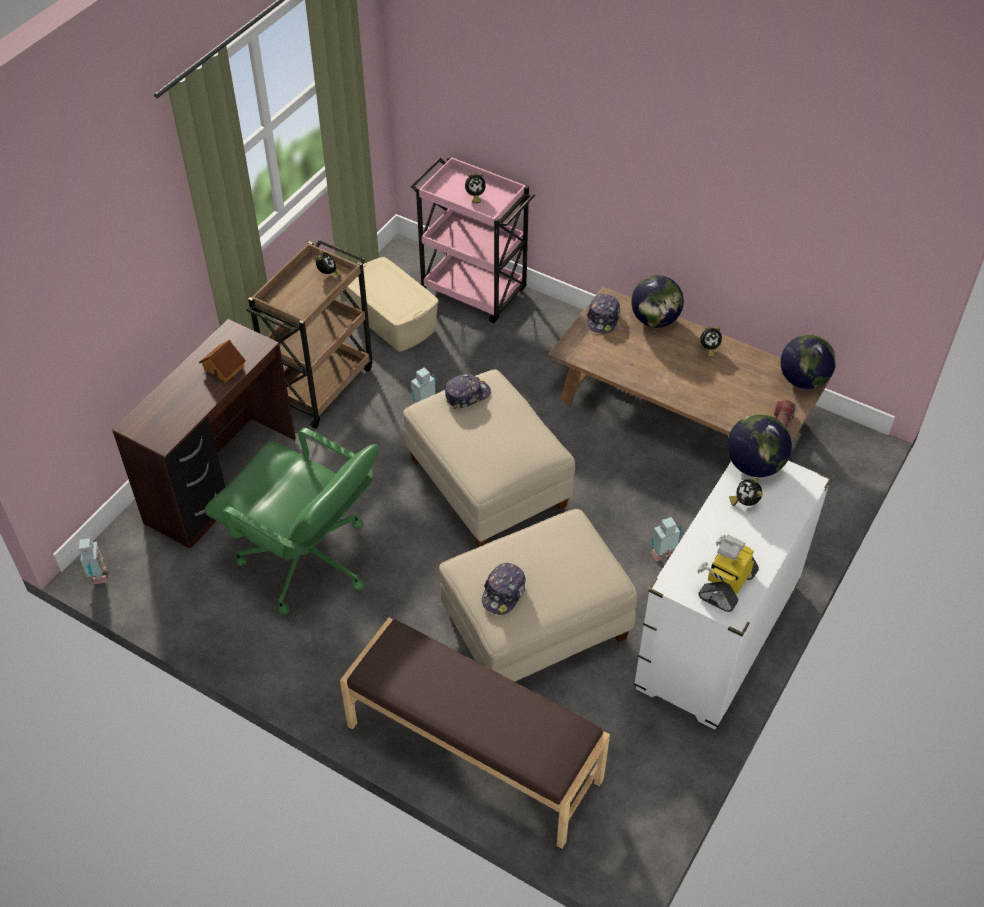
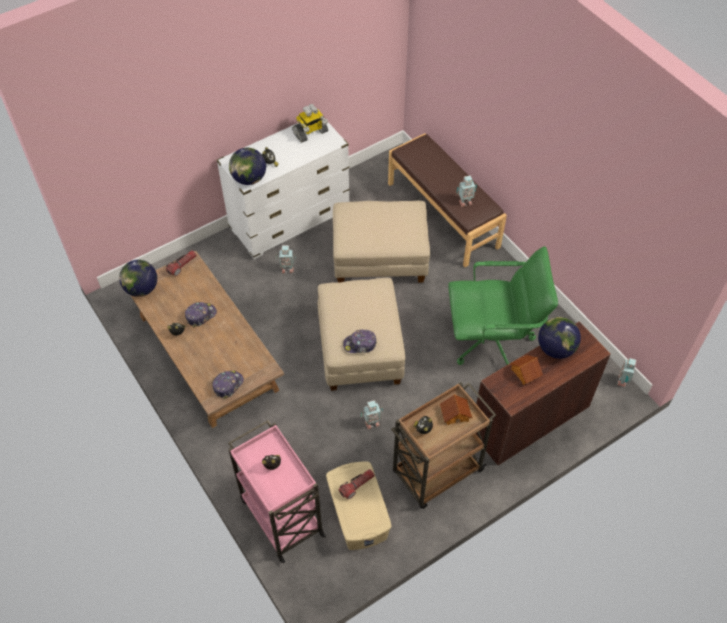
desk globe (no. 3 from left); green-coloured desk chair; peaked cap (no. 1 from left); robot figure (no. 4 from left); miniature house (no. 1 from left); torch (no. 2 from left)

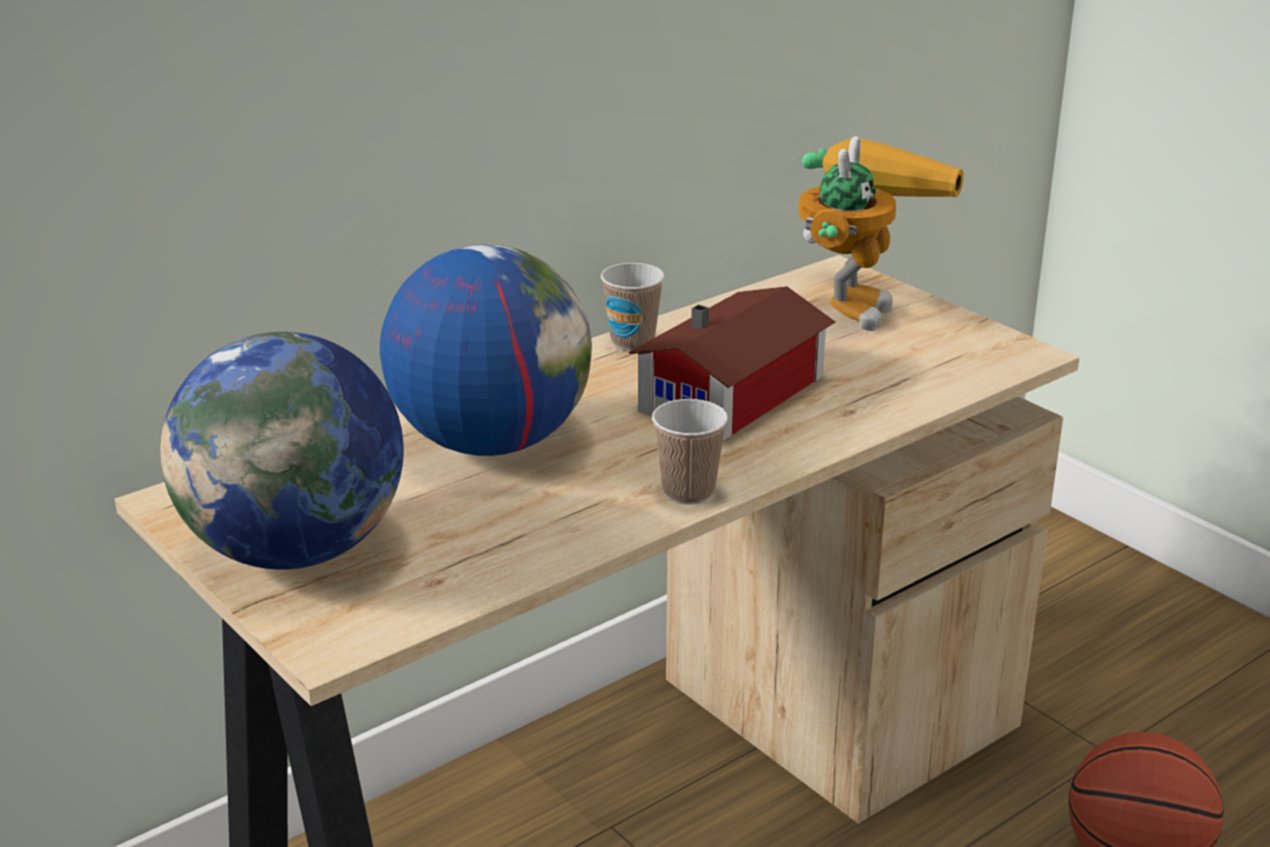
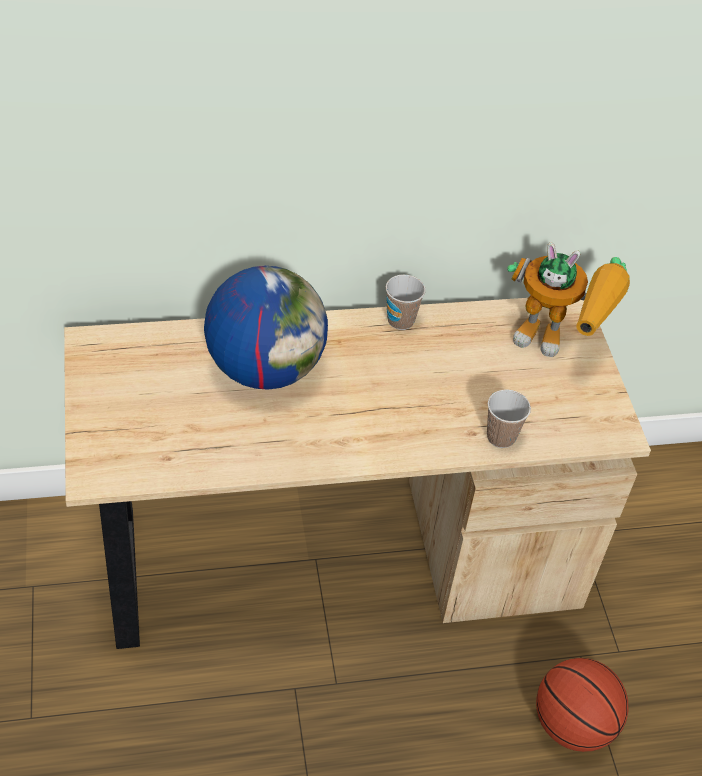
robot figure; miniature house; desk globe (no. 1 from left in the first image); small cup (no. 2 from left)

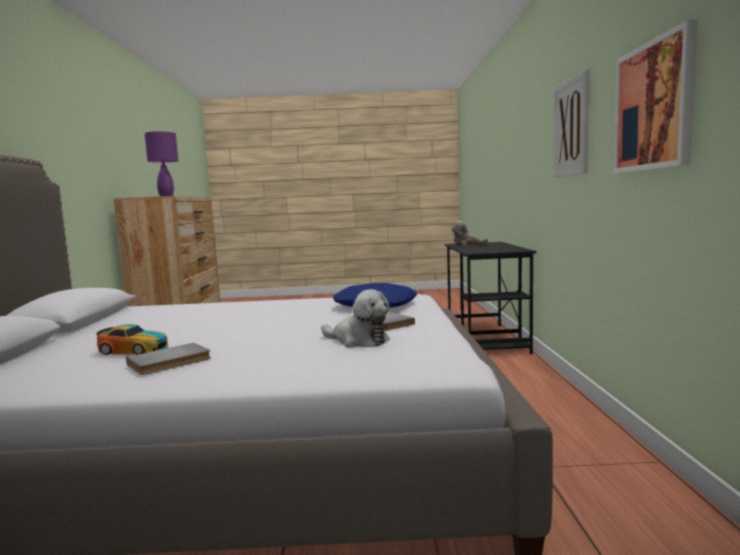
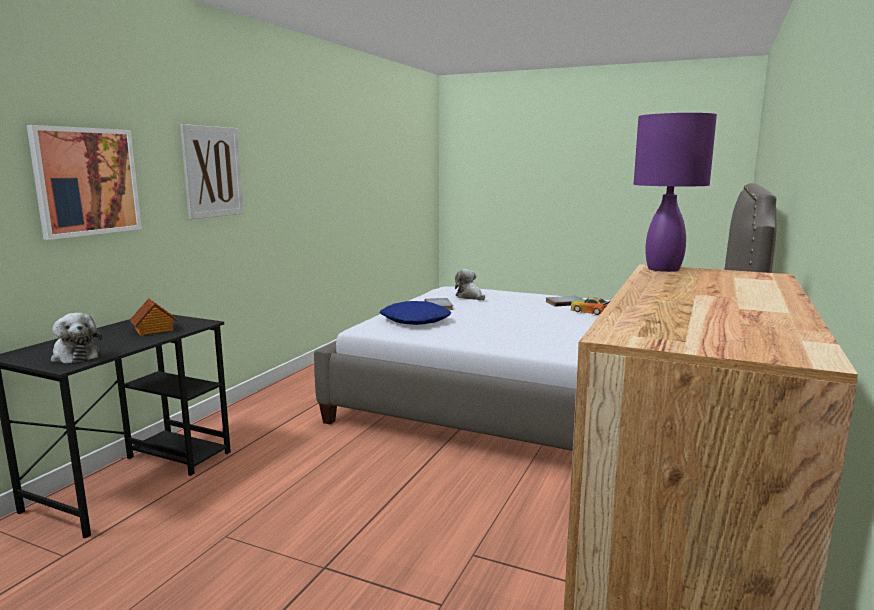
wall picture (no. 1 from left); miniature house

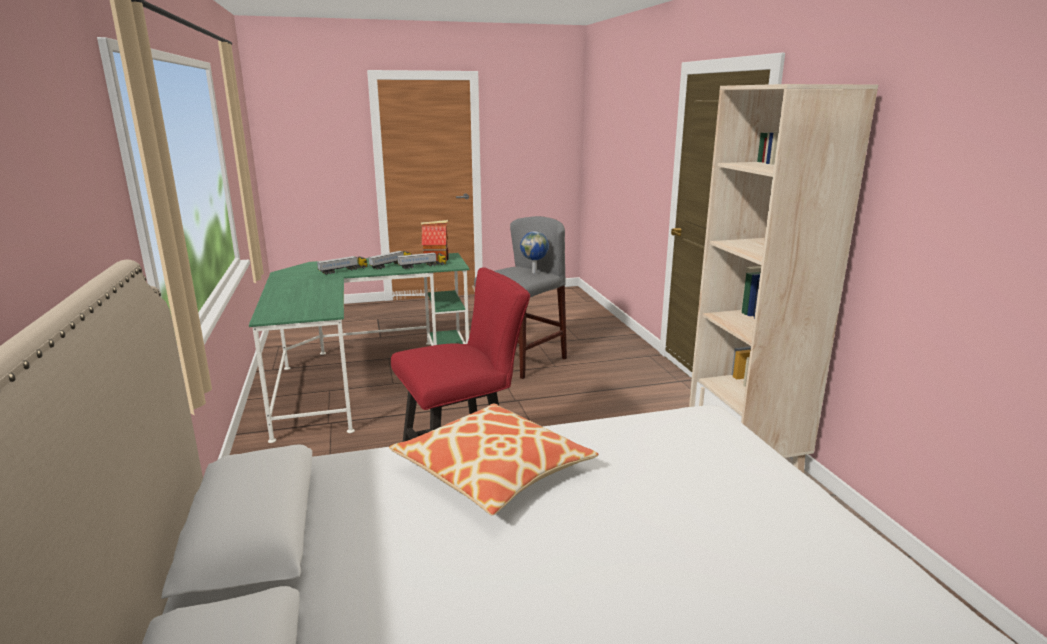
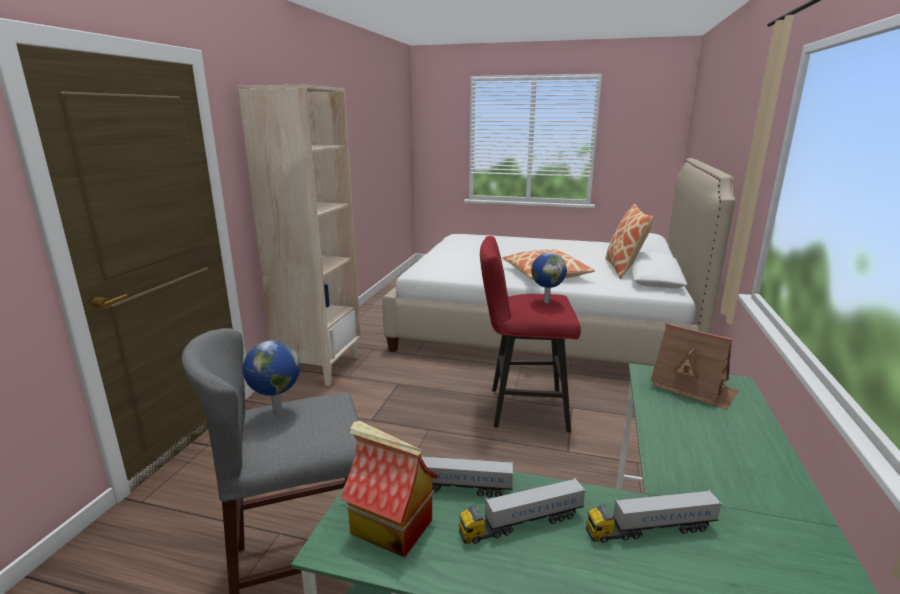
pillow (no. 2 from left); desk globe (no. 2 from left); miniature house (no. 2 from left)

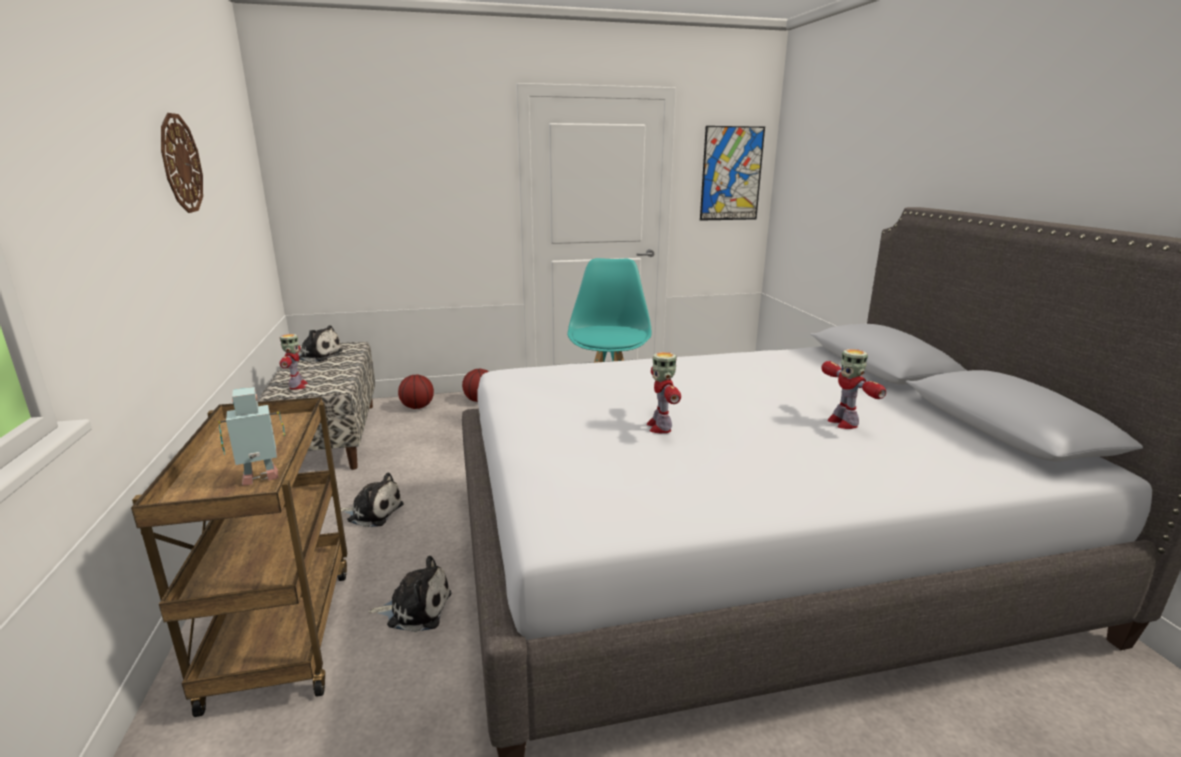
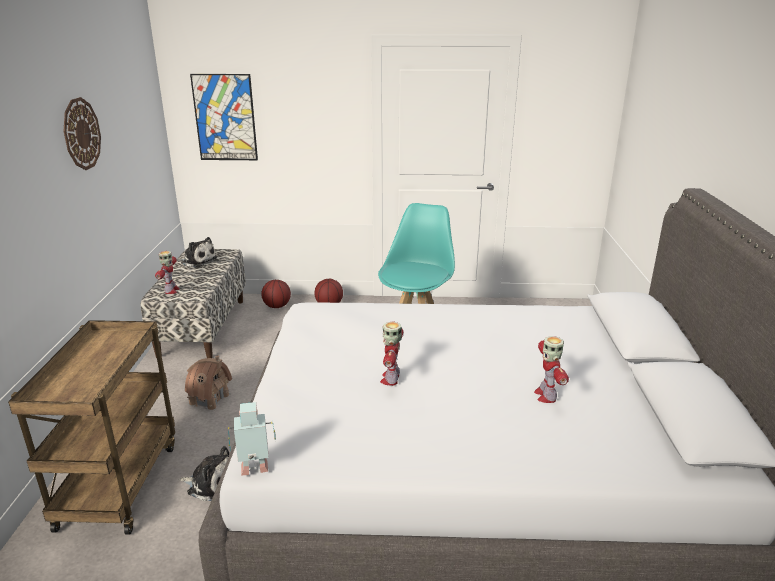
wall picture; robot figure (no. 2 from left); miniature house

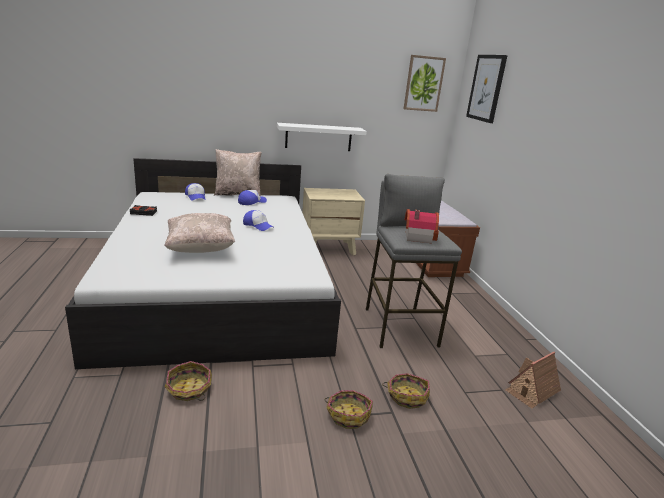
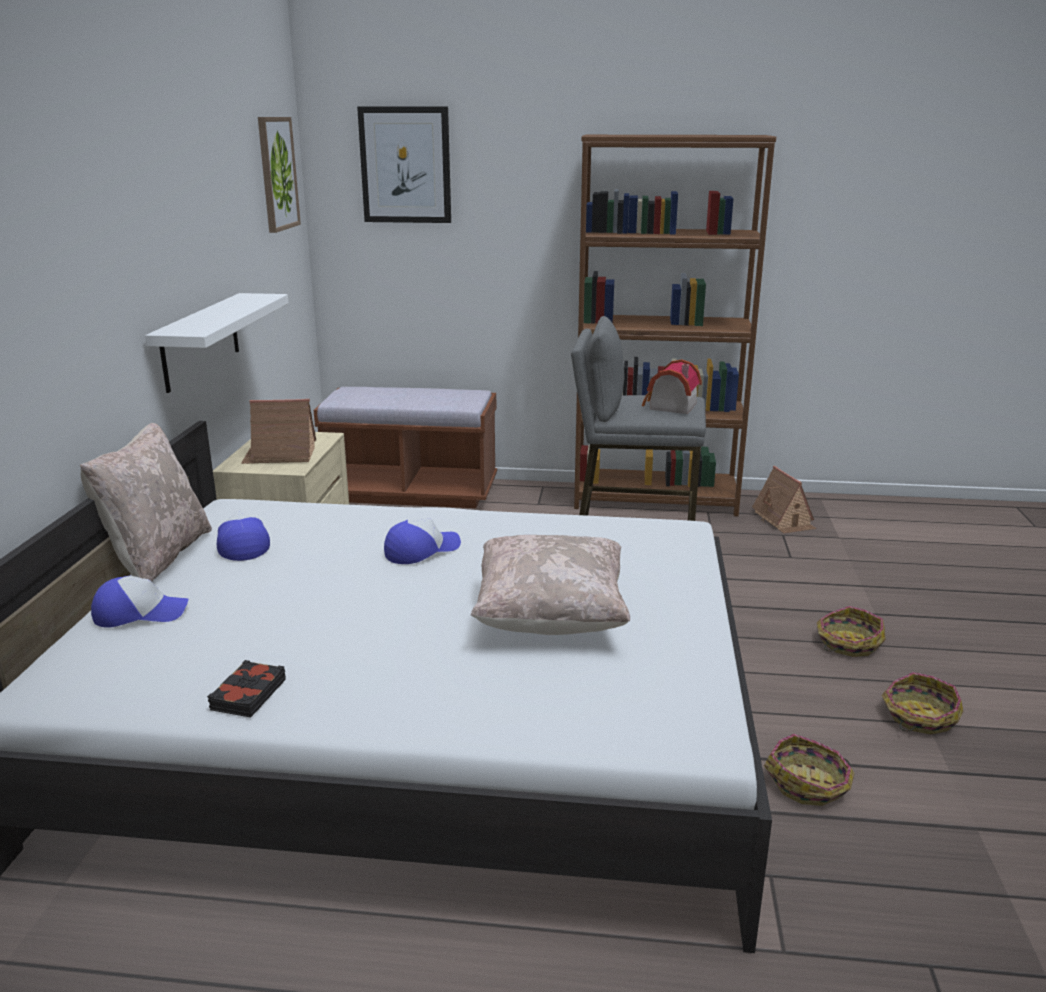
basket (no. 3 from left); brownish shelving unit; miniature house (no. 1 from left)

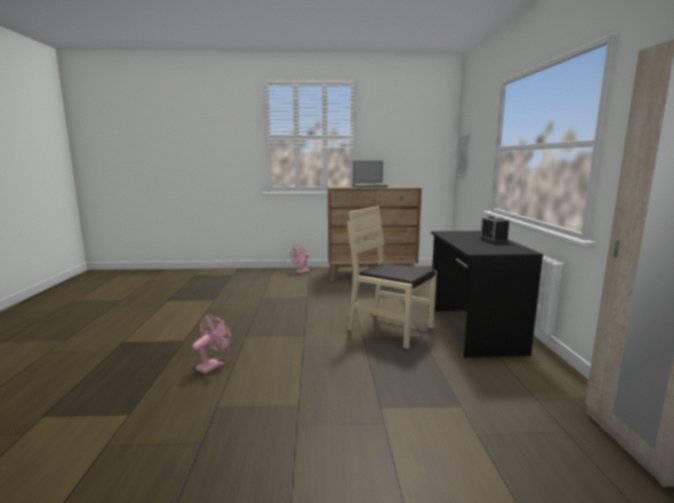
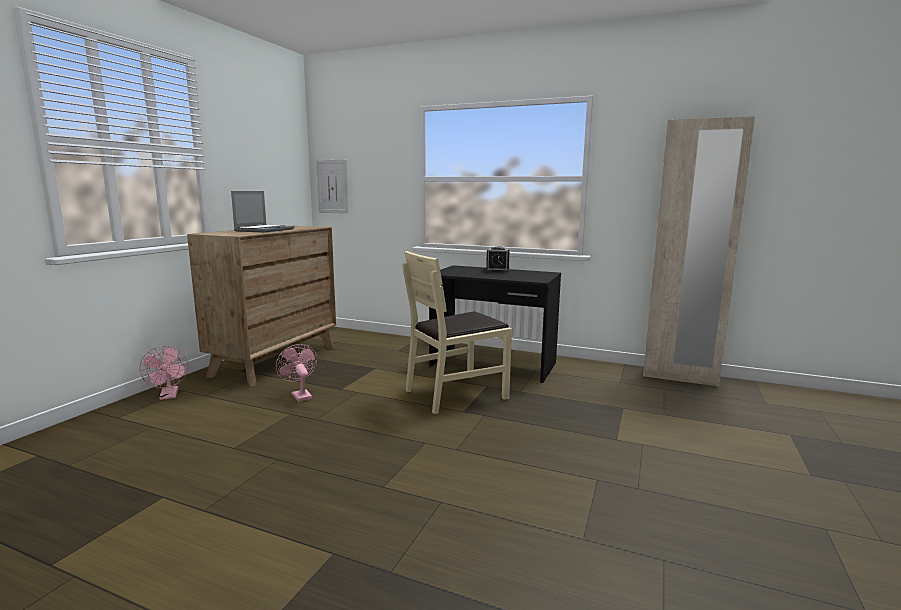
pink-coloured fan (no. 2 from left)

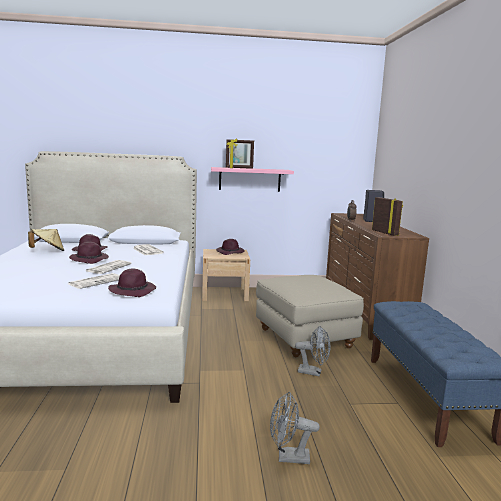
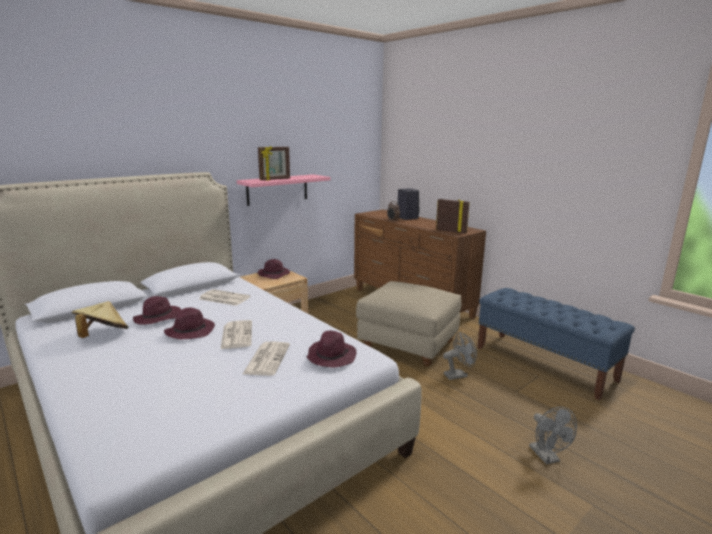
grey fan (no. 2 from left)

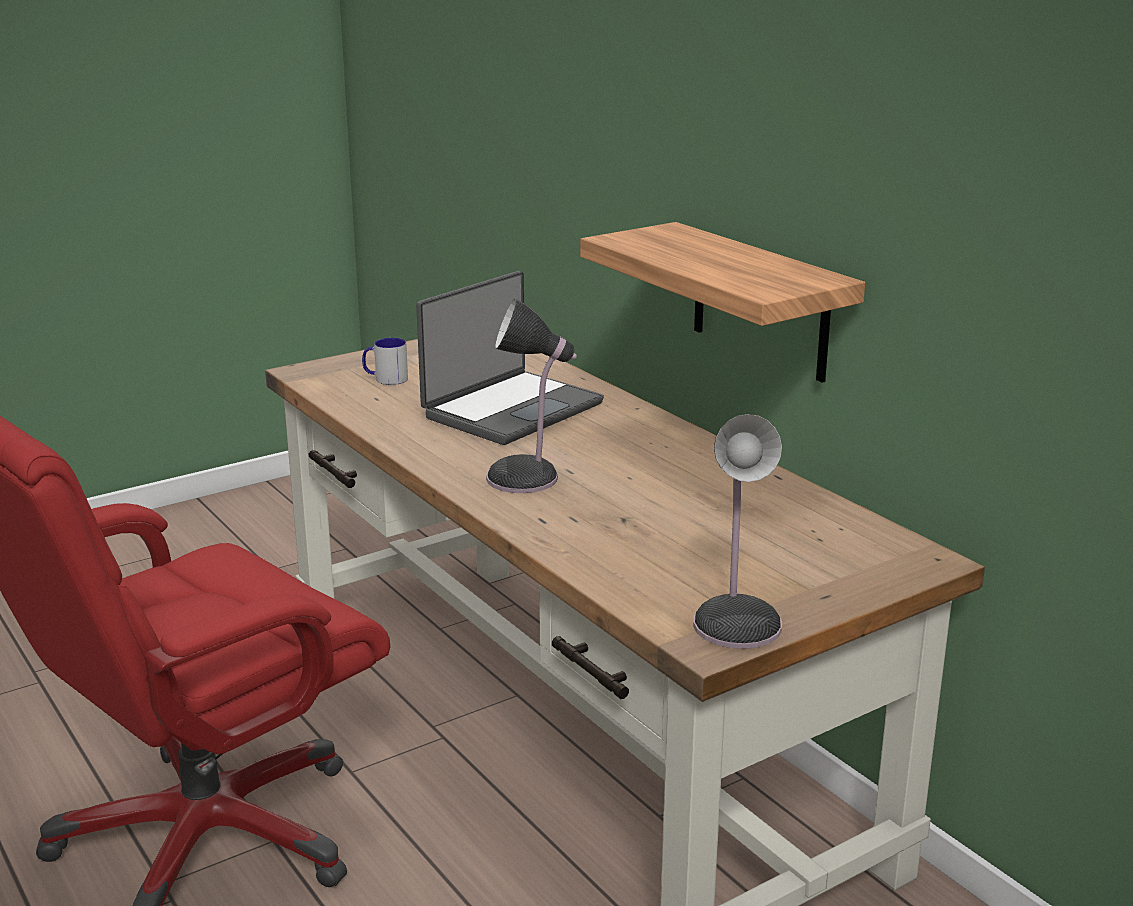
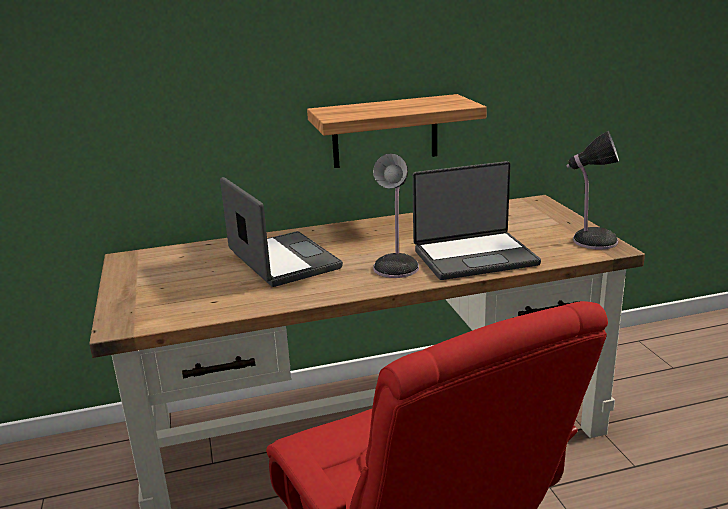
tea mug; laptop (no. 2 from left)

